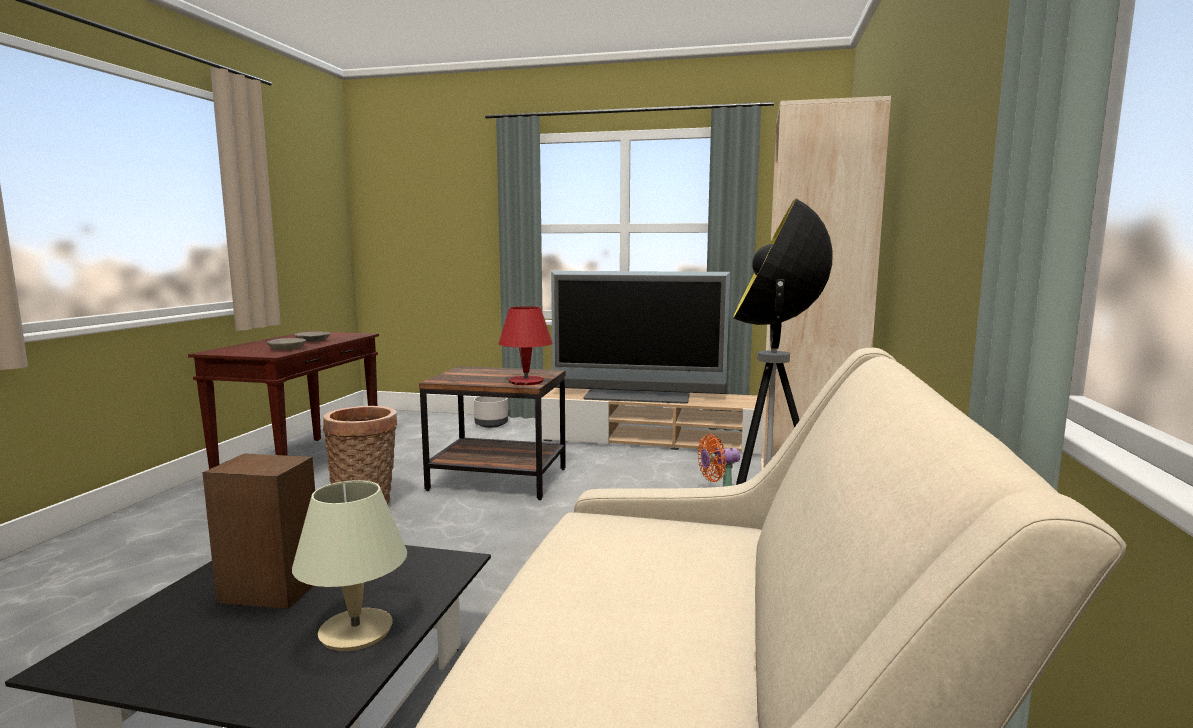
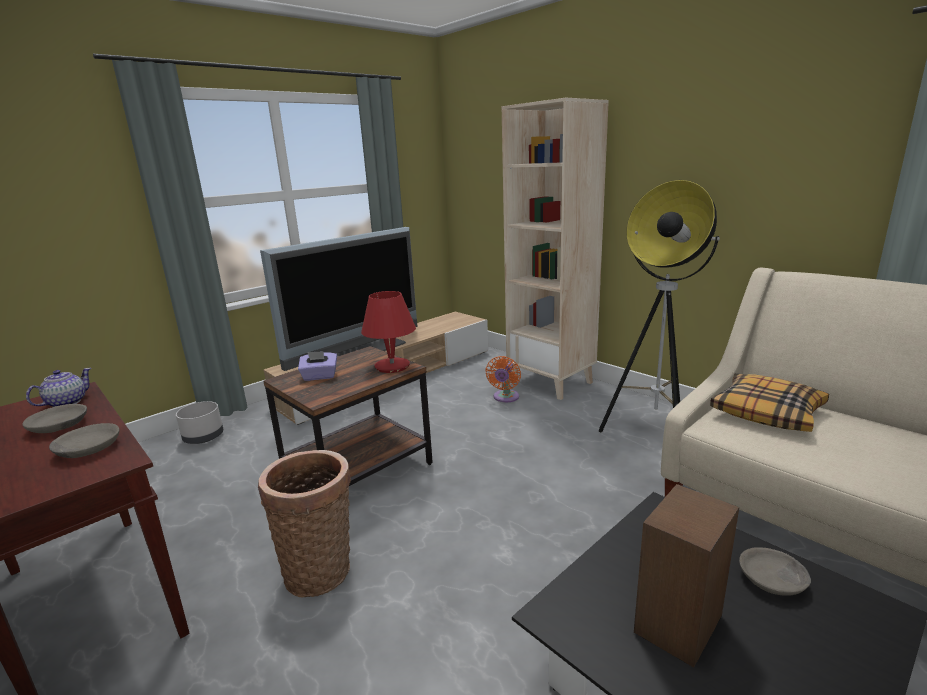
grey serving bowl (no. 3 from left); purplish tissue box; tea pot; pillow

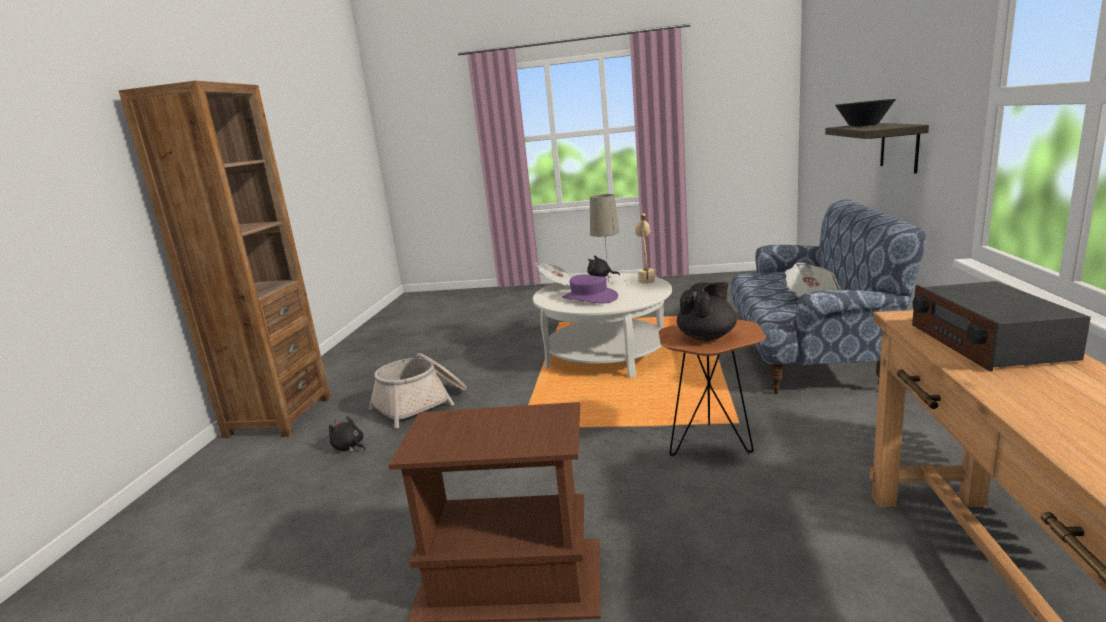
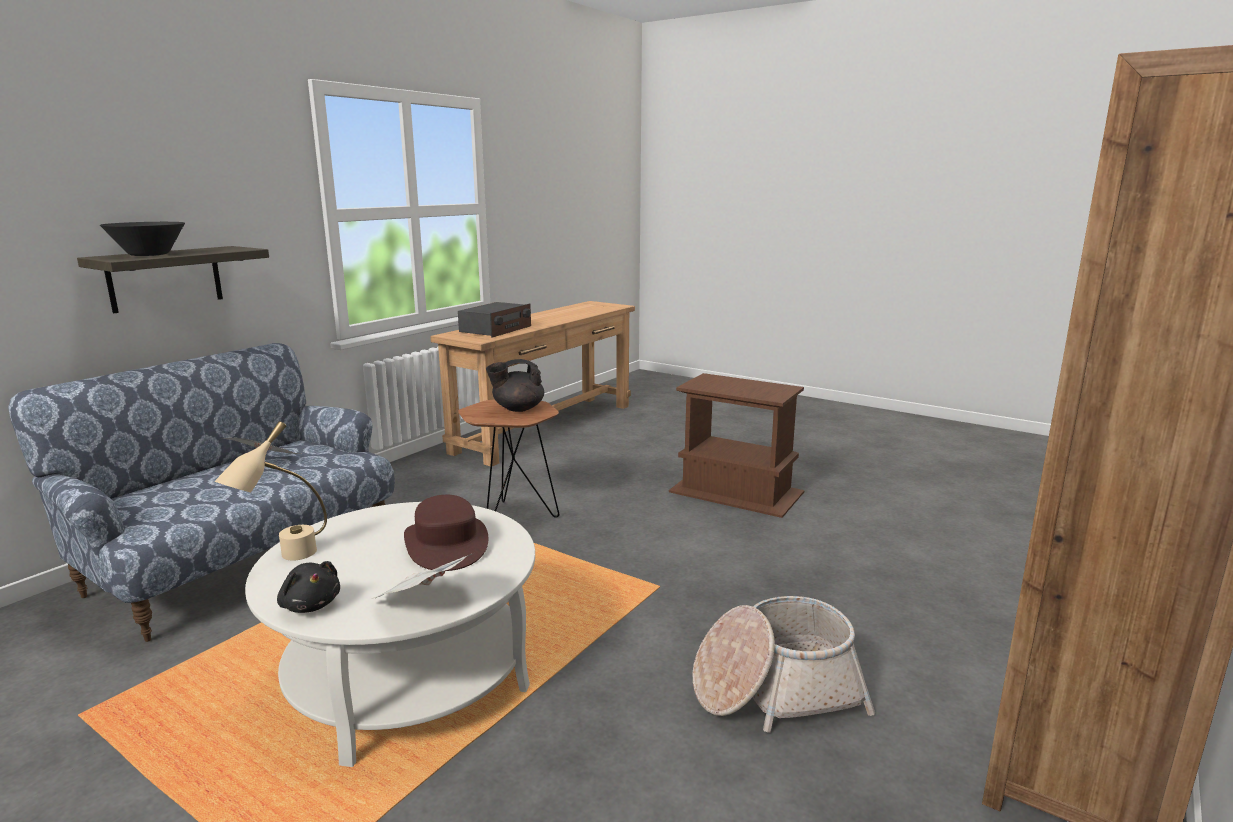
sand-coloured tabletop lamp (no. 1 from left in the first image); brownish clothing hat; black-coloured soft toy (no. 1 from left in the first image)

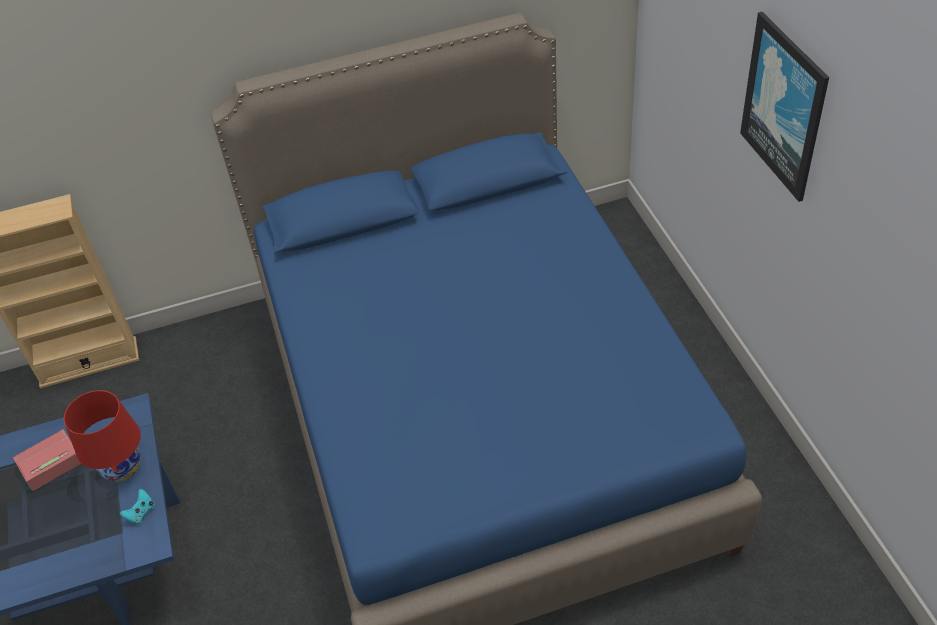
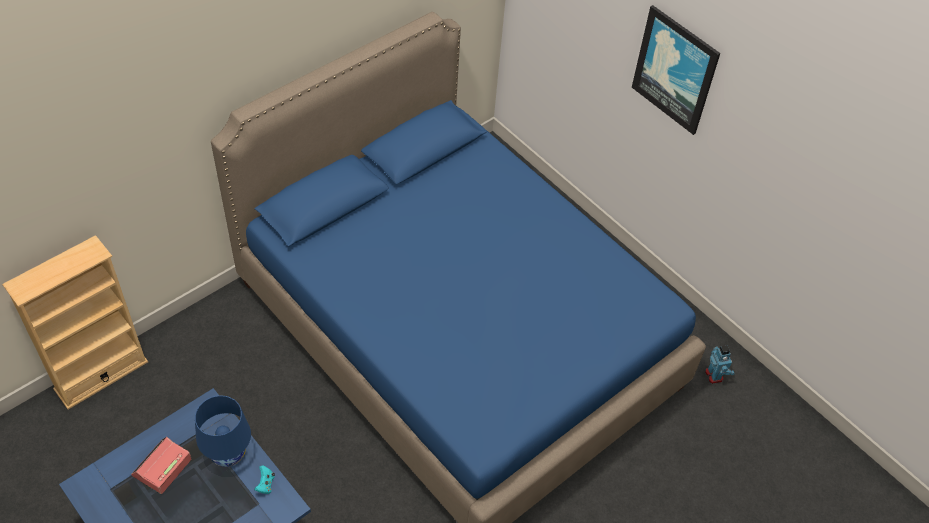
bluish tabletop lamp; robot figure

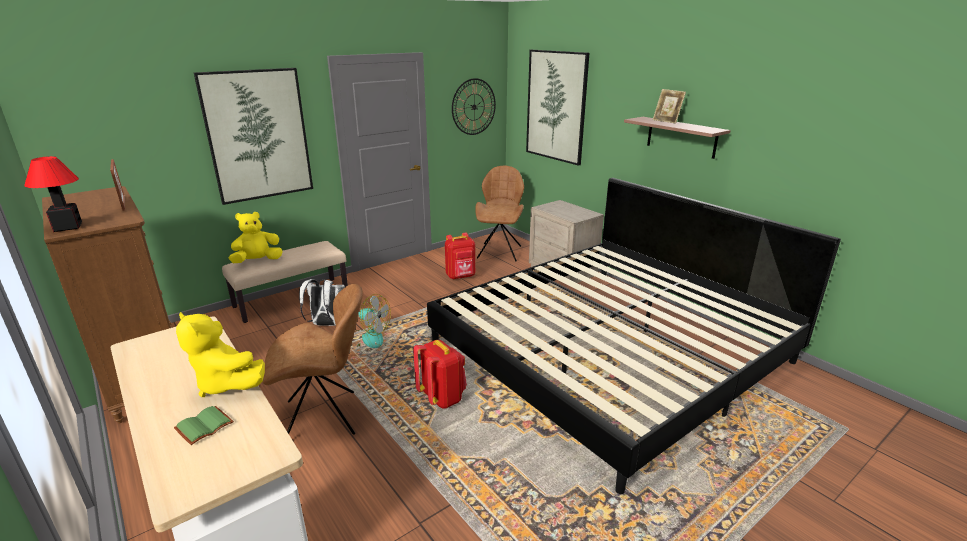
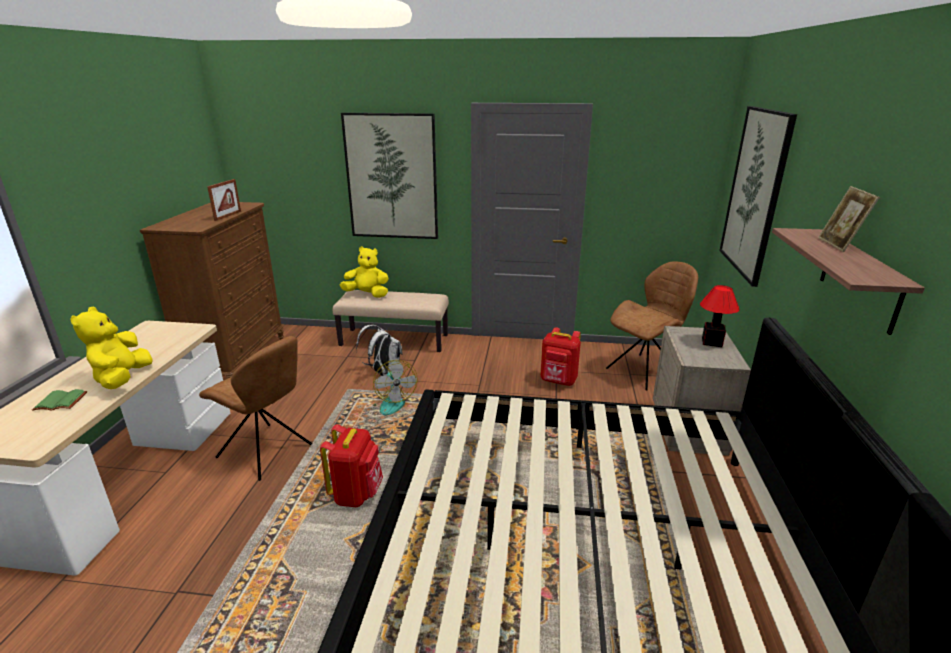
clock on the wall; tabletop lamp

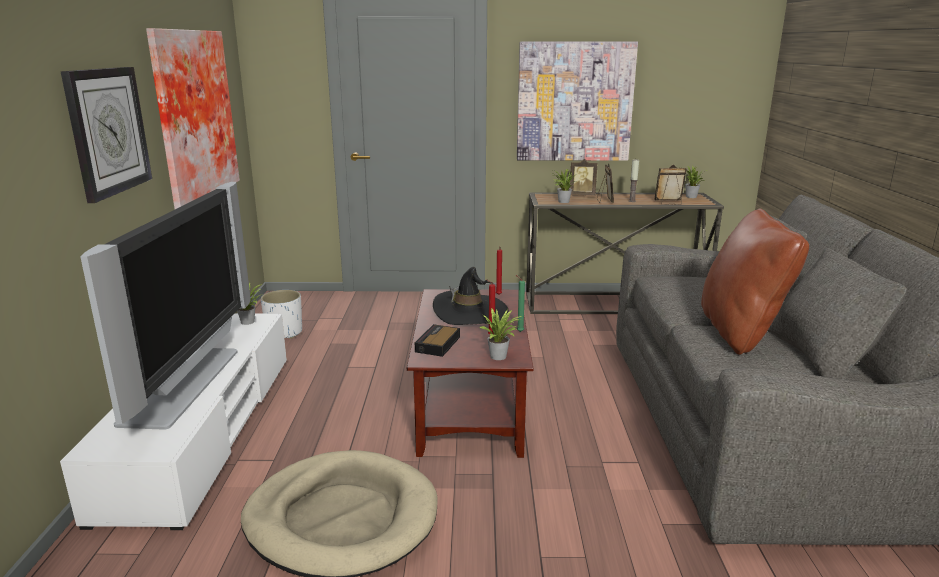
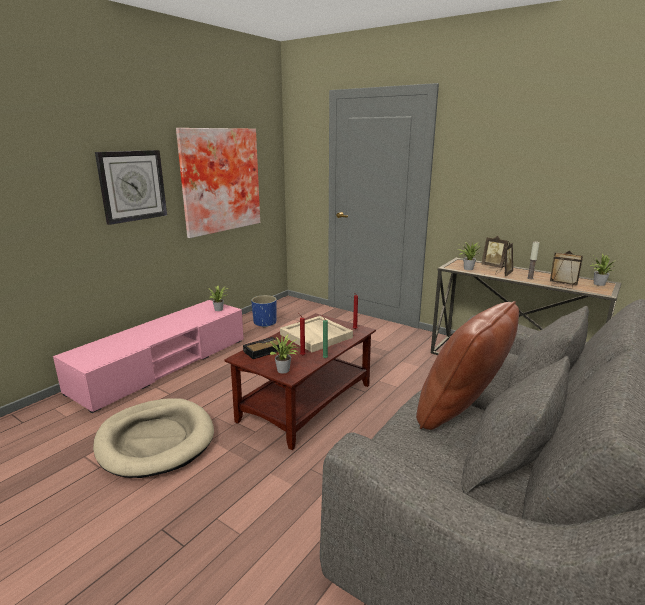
wall picture (no. 2 from left in the first image); TV; sand-coloured carrying tray; bluish flower pot; pink-coloured media console

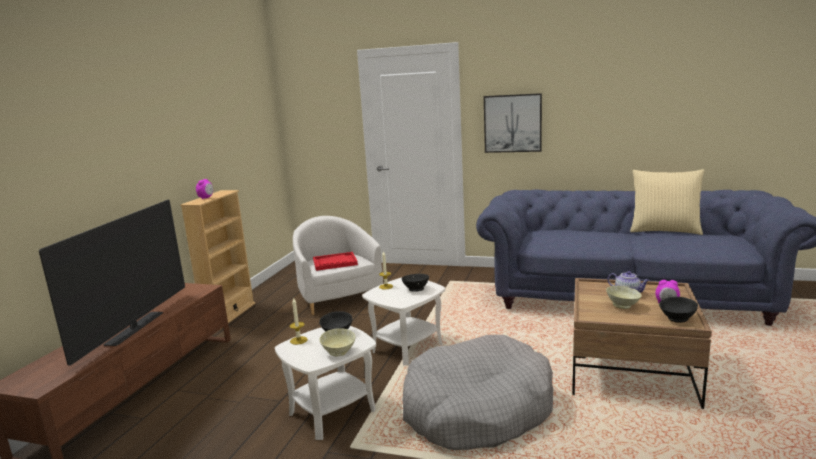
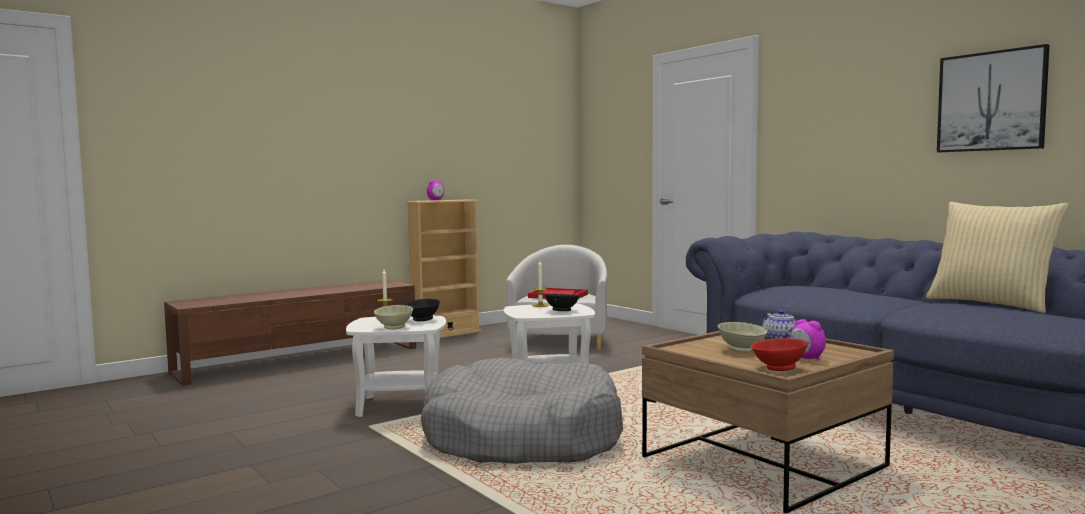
wall picture; TV; red-coloured serving bowl

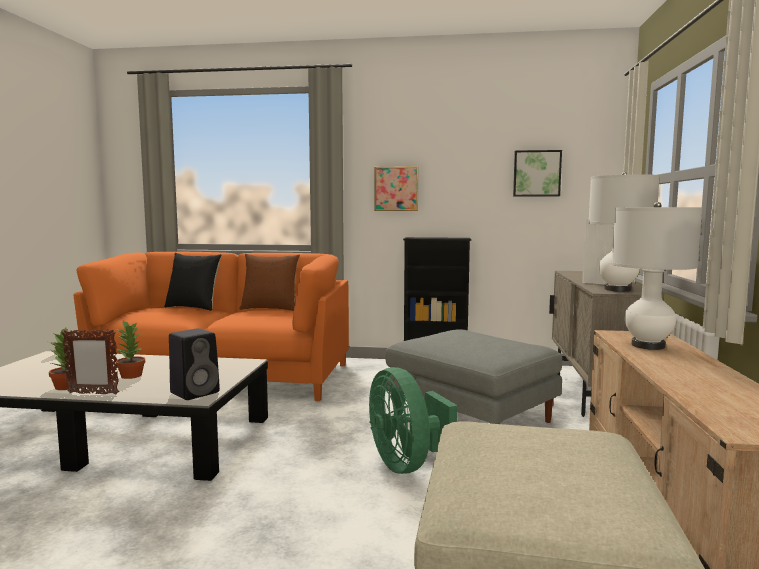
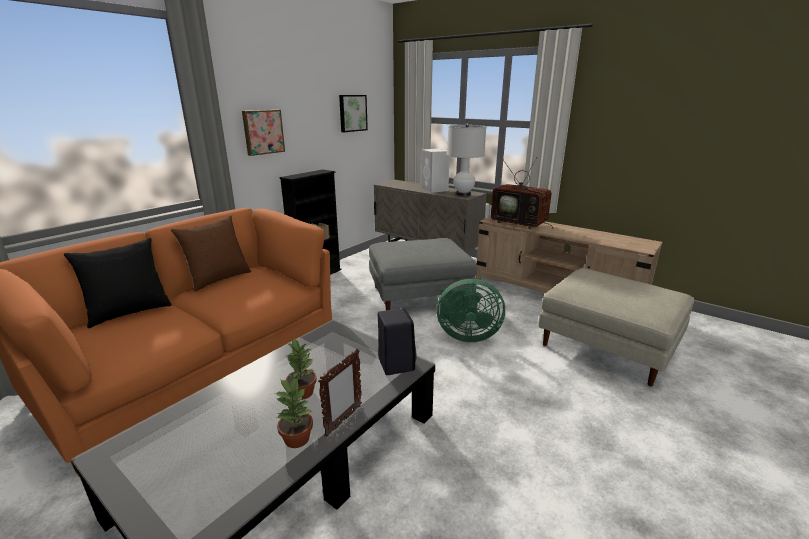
TV

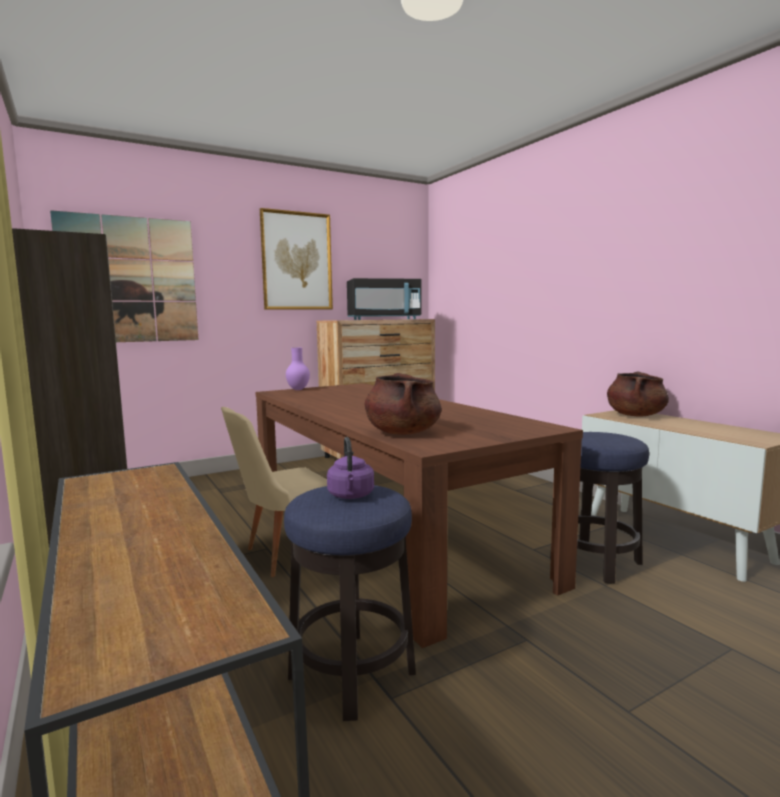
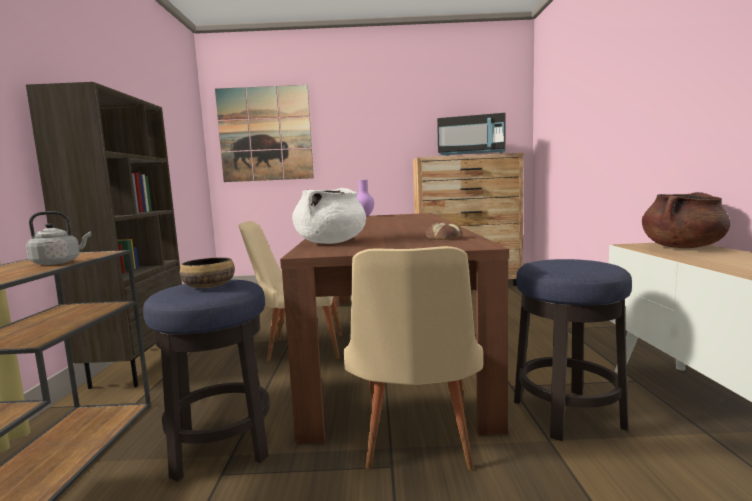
wall picture (no. 2 from left in the first image); white stockpot; serving bowl; grey water kettle; baked bread; sand-coloured chair (no. 2 from left)

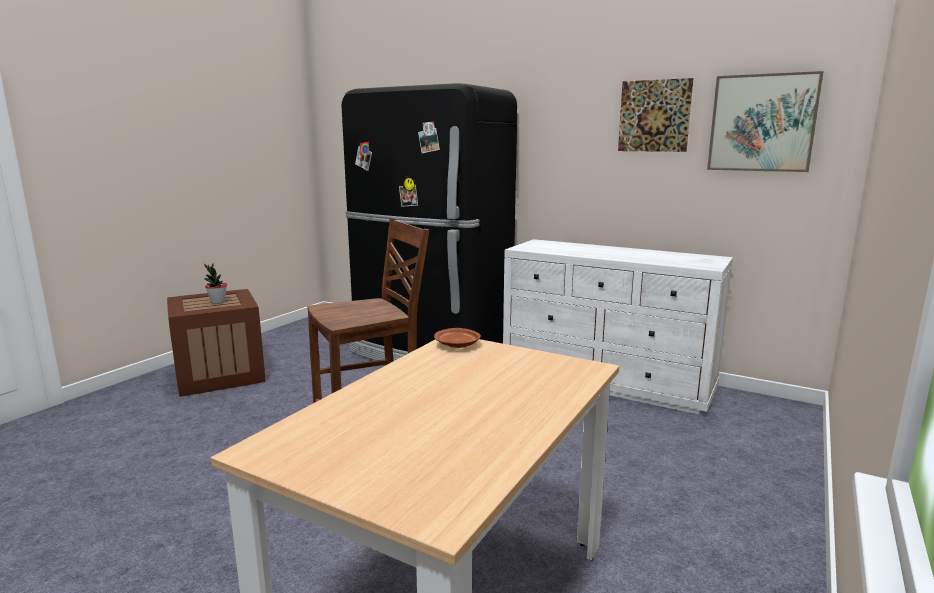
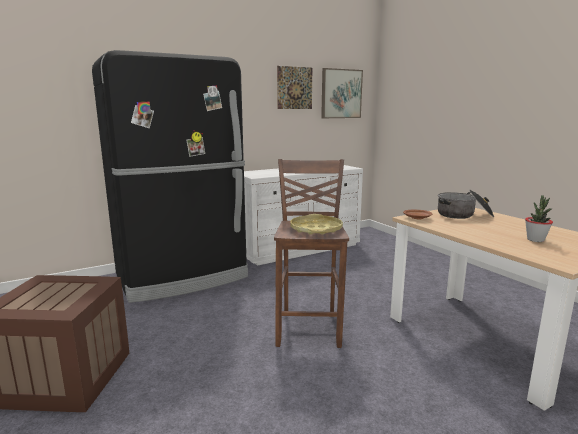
plant in a pot; stockpot; yellow-coloured carrying tray

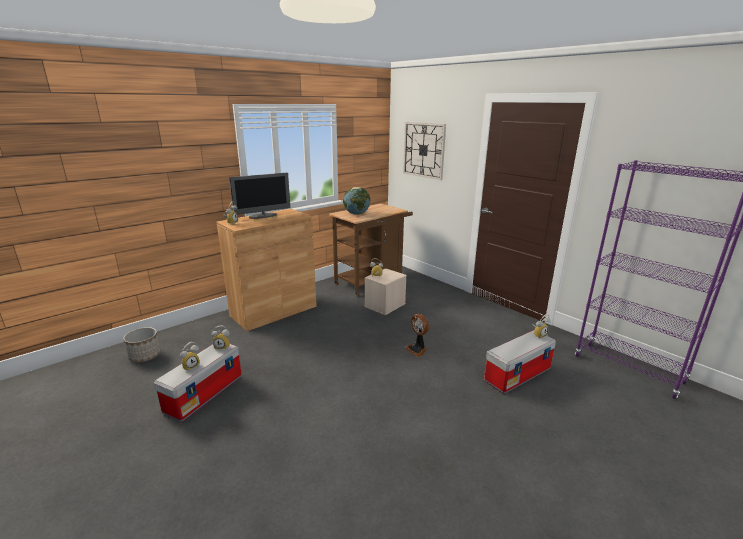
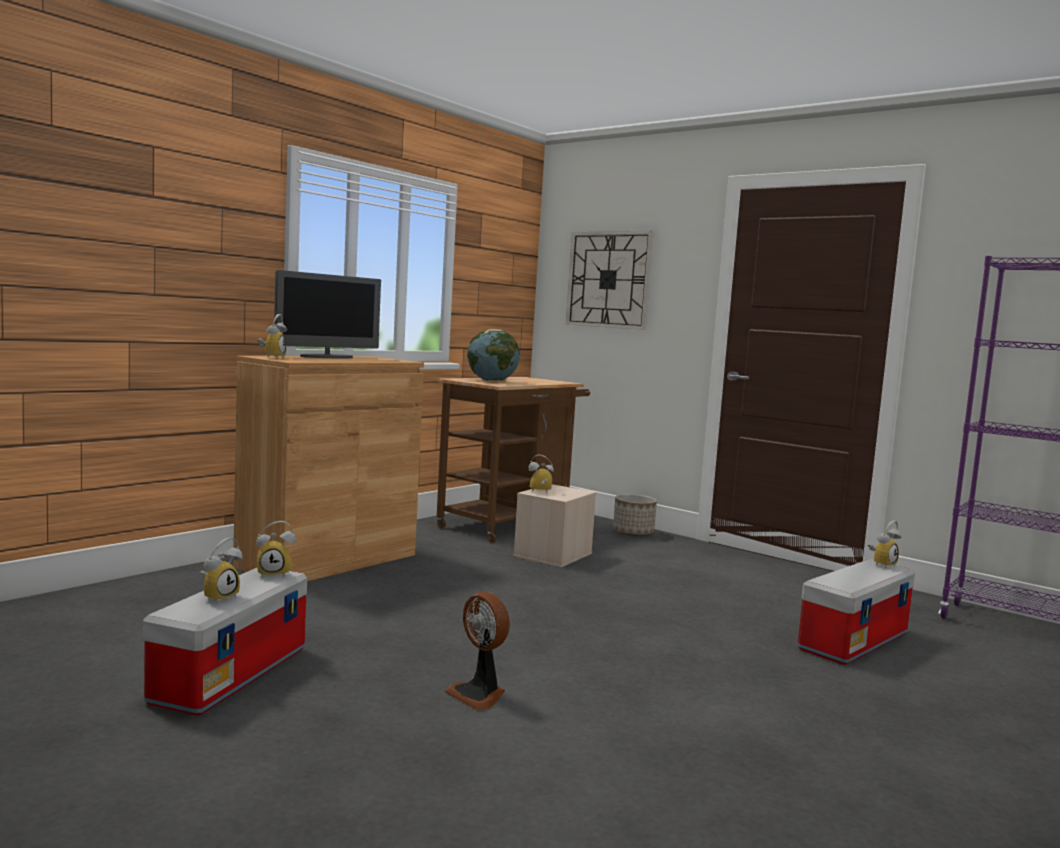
fan; flower pot

